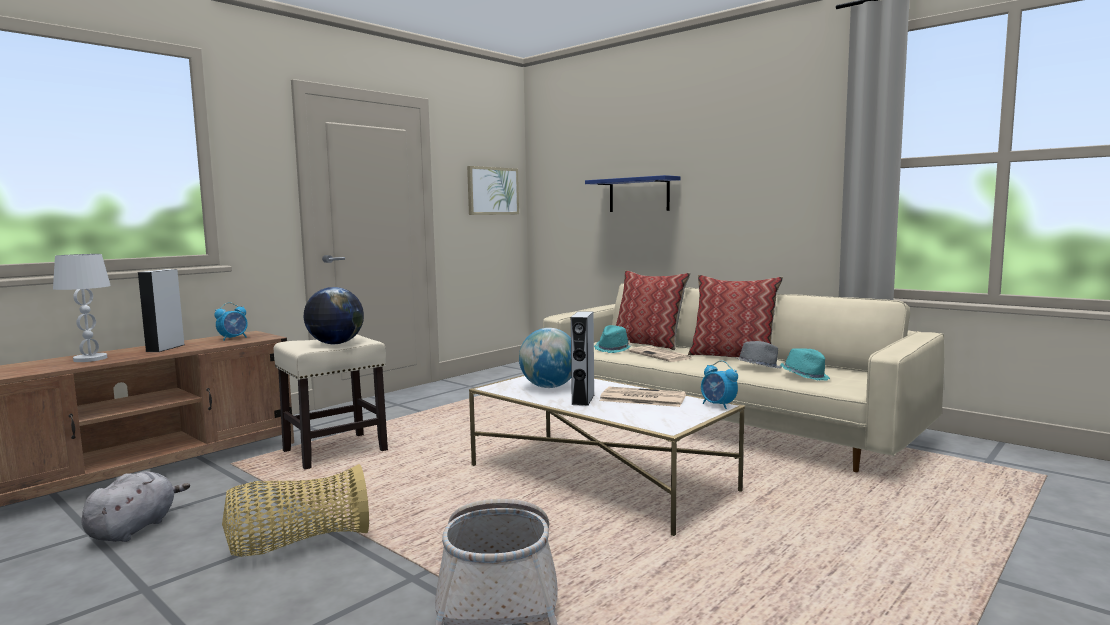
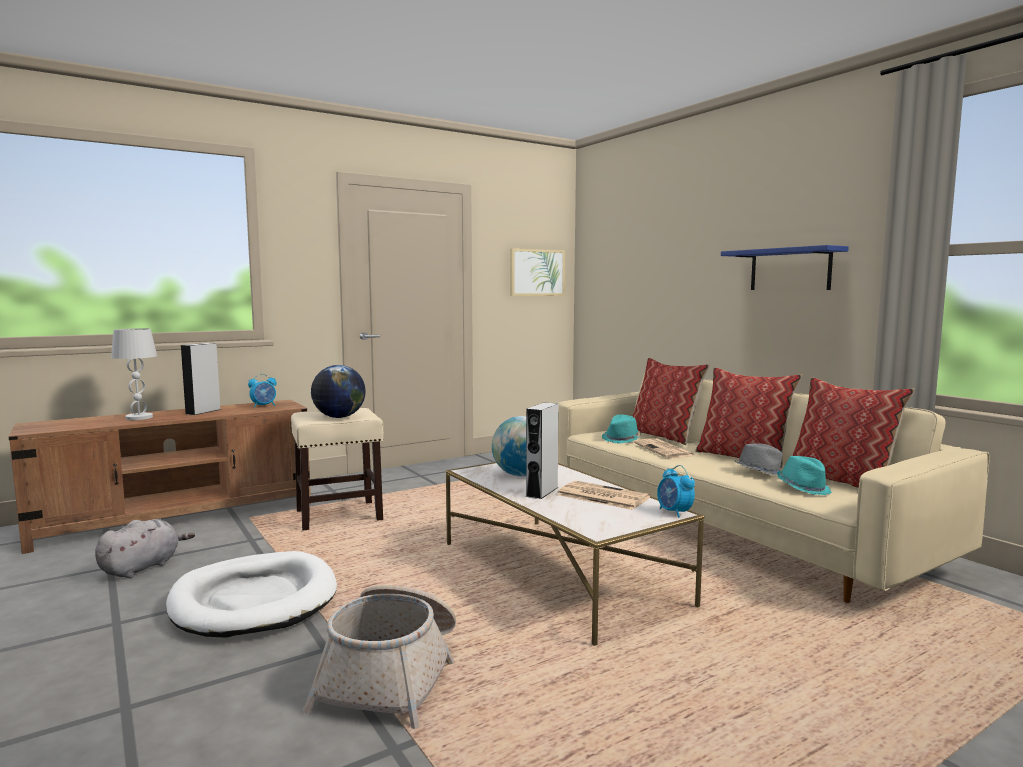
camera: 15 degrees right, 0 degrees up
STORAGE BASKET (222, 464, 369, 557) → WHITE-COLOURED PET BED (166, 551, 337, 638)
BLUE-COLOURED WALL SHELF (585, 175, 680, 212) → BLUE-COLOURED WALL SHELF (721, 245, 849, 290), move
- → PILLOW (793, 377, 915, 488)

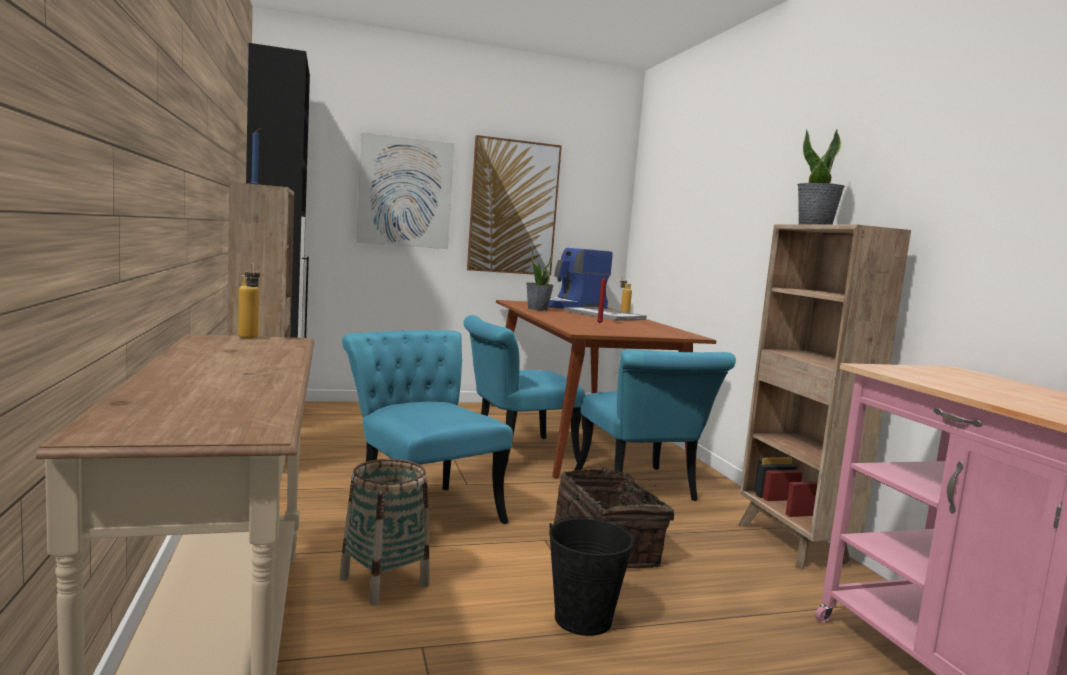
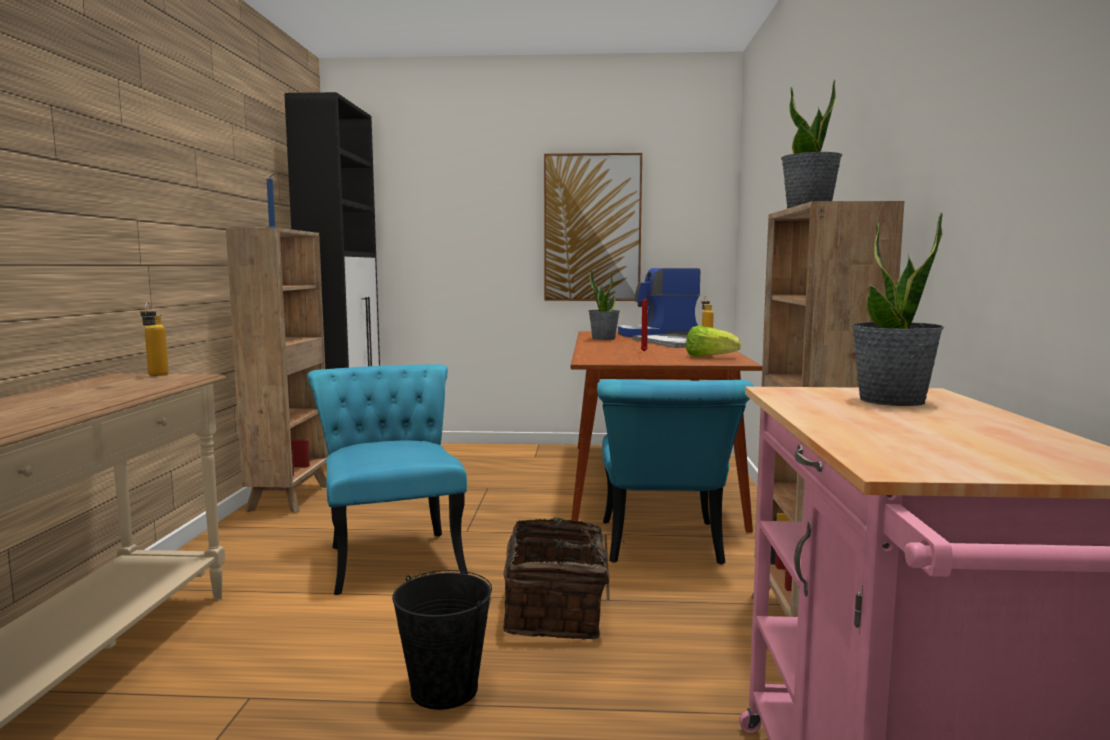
camera: 20 degrees right, 0 degrees up
STORAGE BASKET (339, 459, 429, 605) → -
PICTURE (356, 132, 454, 249) → -
TURQUOISE UPRIGHT CHAIR (463, 315, 585, 462) → -
- → LETTUCE HEAD (686, 326, 741, 357)
- → PLANT IN A POT (852, 212, 944, 406)

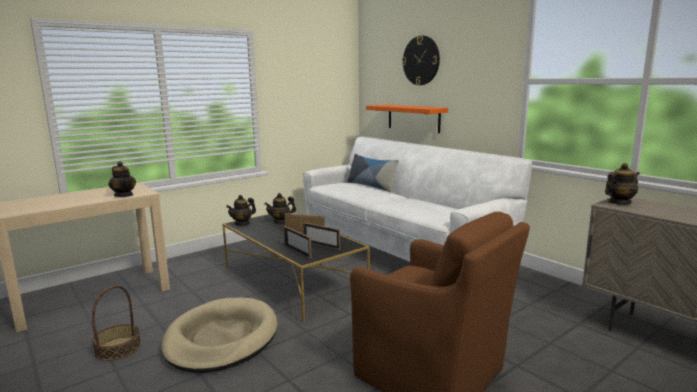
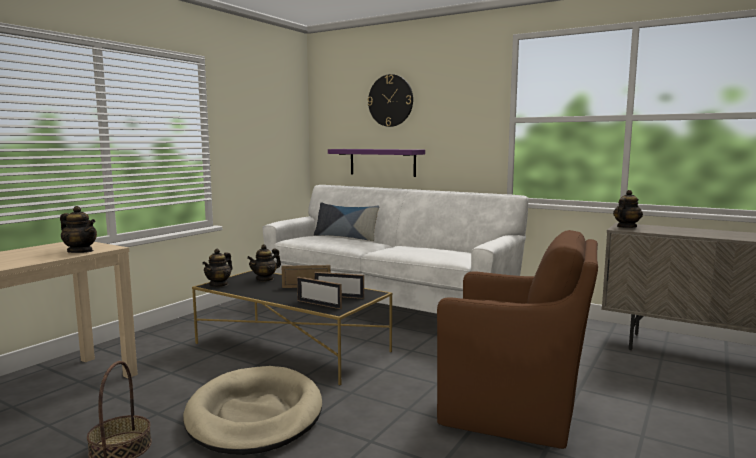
camera: 20 degrees left, 5 degrees down
ORANGE-COLOURED WALL SHELF (366, 105, 448, 133) → PURPLISH WALL SHELF (328, 149, 425, 177)

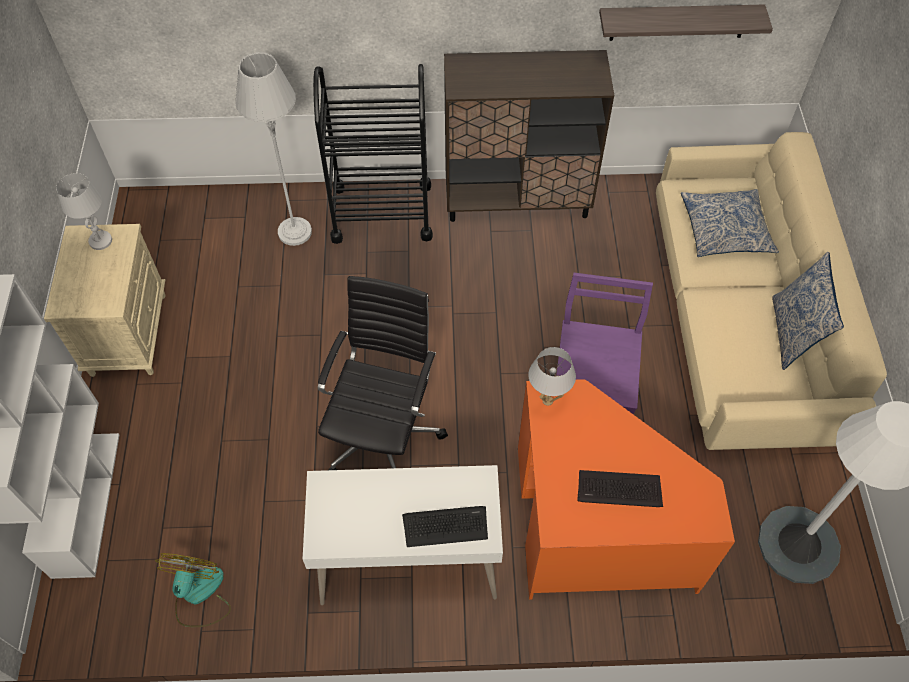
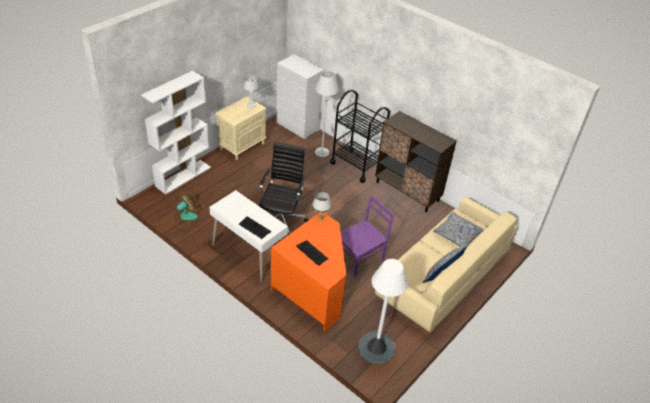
camera: 40 degrees right, 15 degrees down
BLACK OFFICE CHAIR (318, 276, 448, 470) → BLACK OFFICE CHAIR (259, 142, 309, 235), 45 degrees counterclockwise
WALL SHELF (599, 5, 773, 41) → -
- → WHITE-COLOURED DRESSER (276, 54, 324, 139)

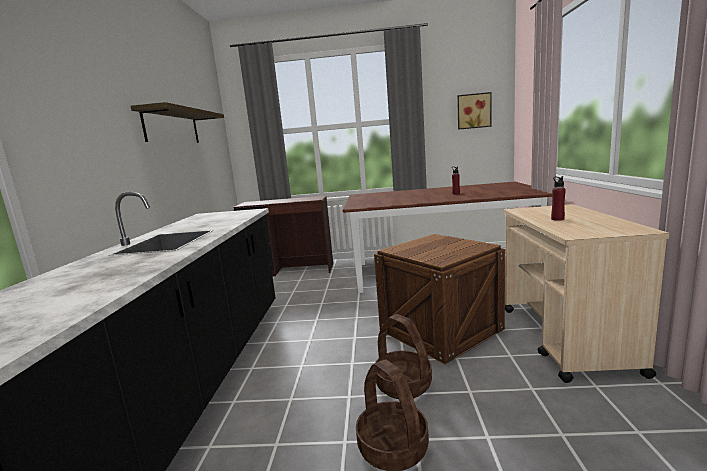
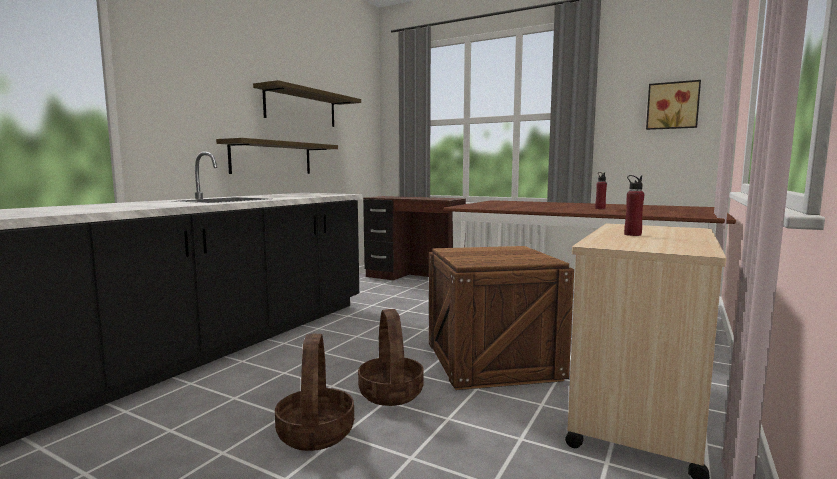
camera: 25 degrees right, 5 degrees down
- → WALL SHELF (216, 138, 338, 174)

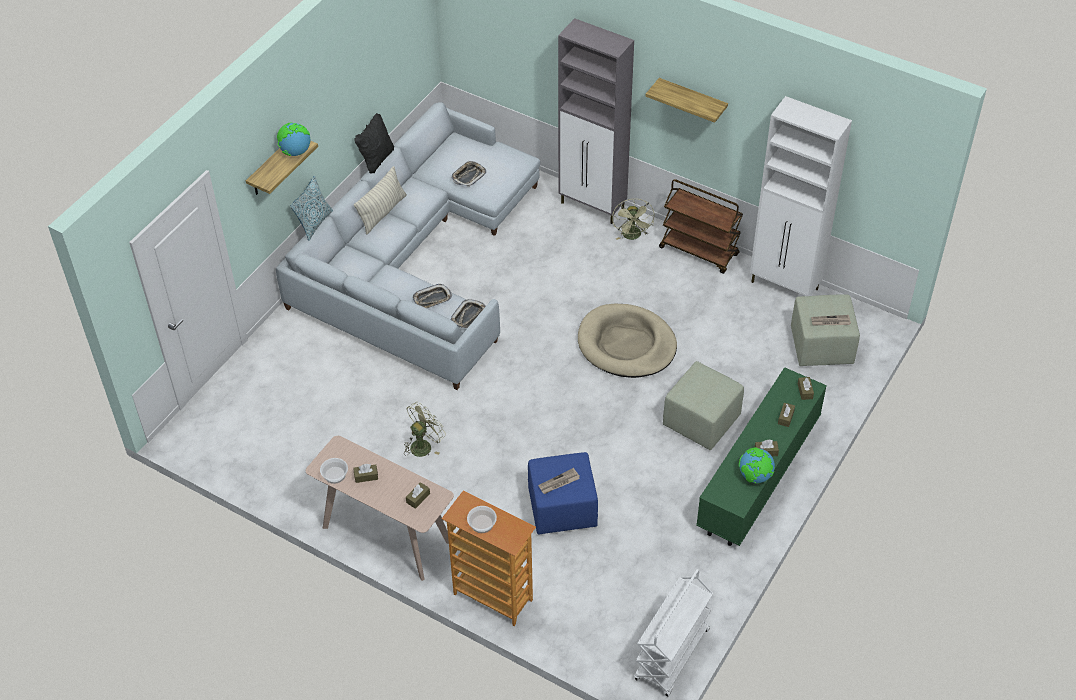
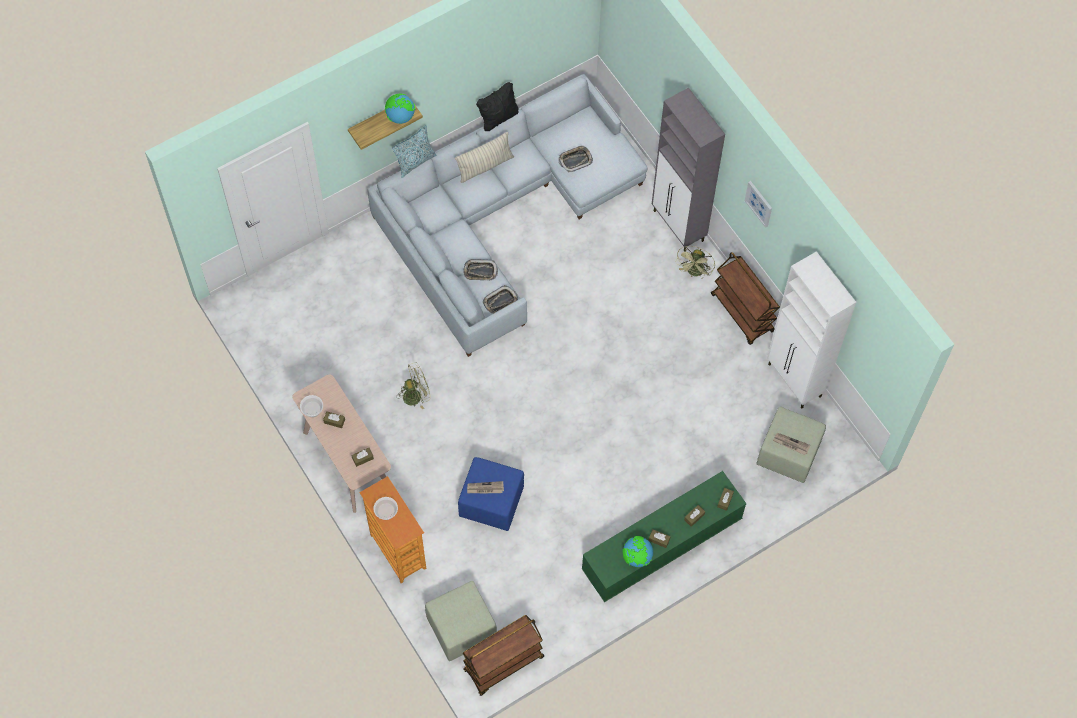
camera: 25 degrees right, 15 degrees up
BEIGE PET BED (578, 304, 677, 378) → -
WHITE-COLOURED WHEELED CART (634, 569, 713, 697) → BROWNISH WHEELED CART (463, 615, 545, 696)
WALL SHELF (646, 78, 728, 123) → PICTURE (745, 181, 772, 228)
GREENISH FOOTREST (663, 361, 744, 450) → GREENISH FOOTREST (425, 581, 497, 661), move

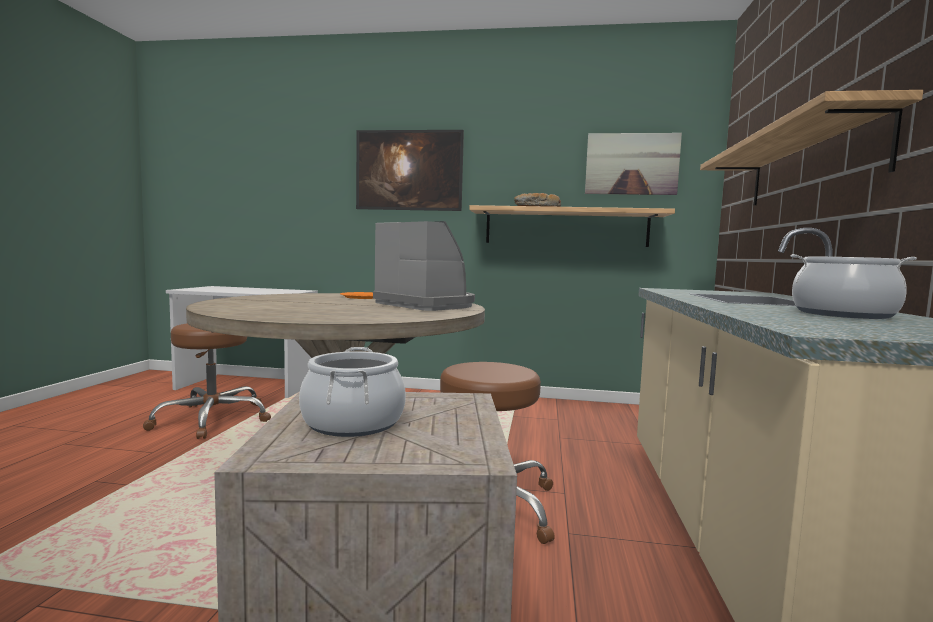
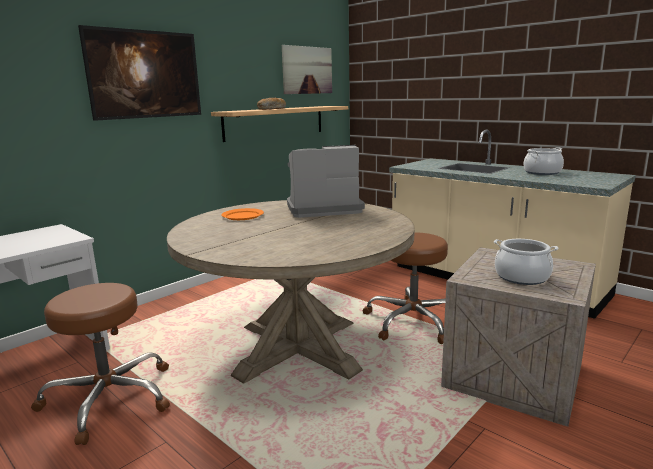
camera: 55 degrees left, 10 degrees up
WALL SHELF (700, 90, 923, 206) → -

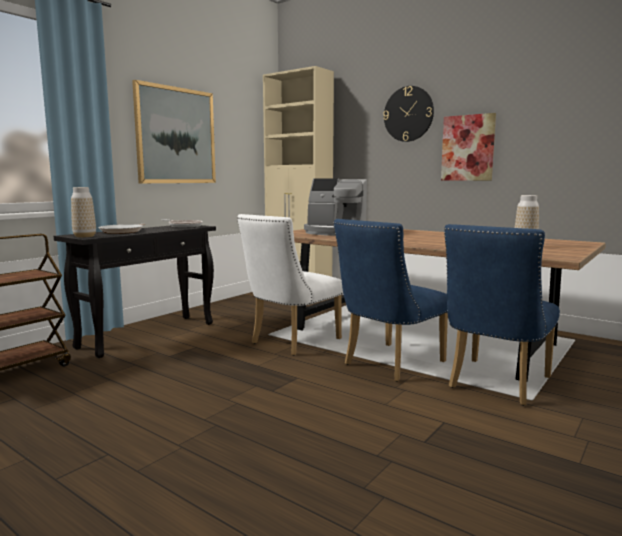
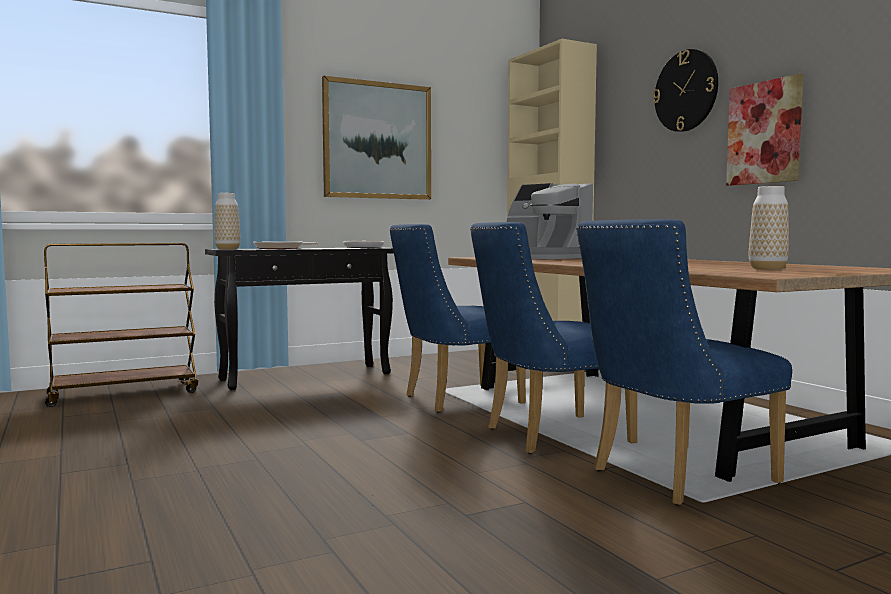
camera: 25 degrees right, 5 degrees down
WHITE-COLOURED UPRIGHT CHAIR (237, 214, 343, 356) → BLUE-COLOURED UPRIGHT CHAIR (390, 224, 526, 413)

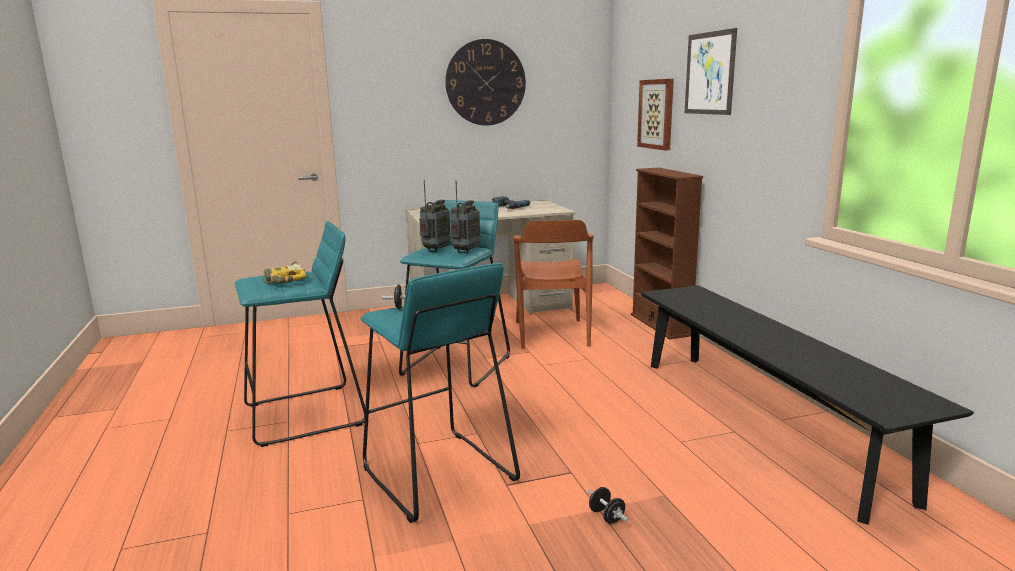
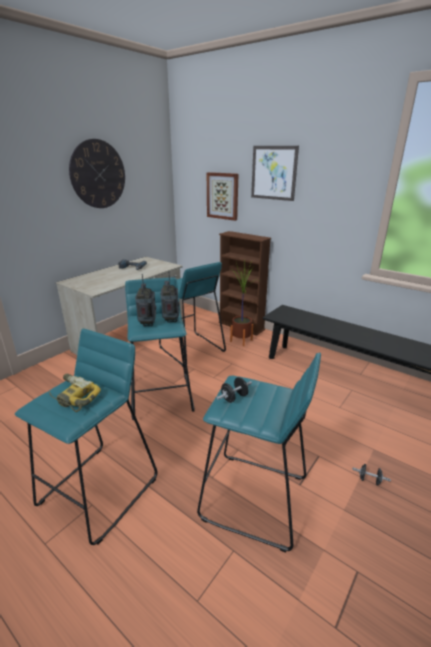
camera: 35 degrees left, 10 degrees up
BROWNISH UPRIGHT CHAIR (513, 220, 594, 349) → TURQUOISE SITTING STOOL (159, 262, 226, 367)
- → PLANT IN A POT (230, 262, 258, 346)

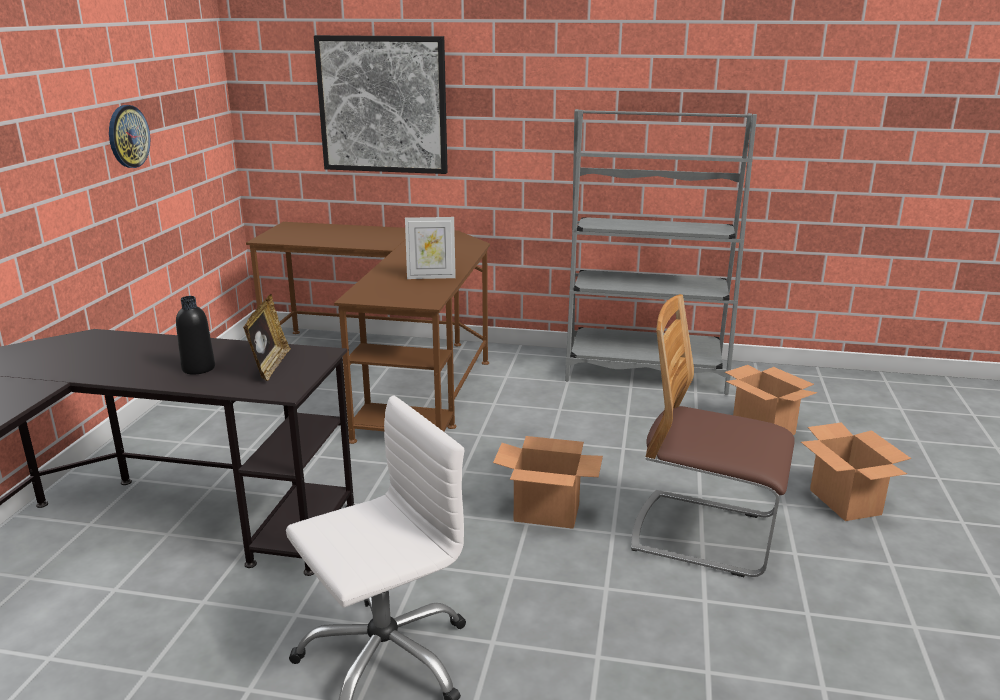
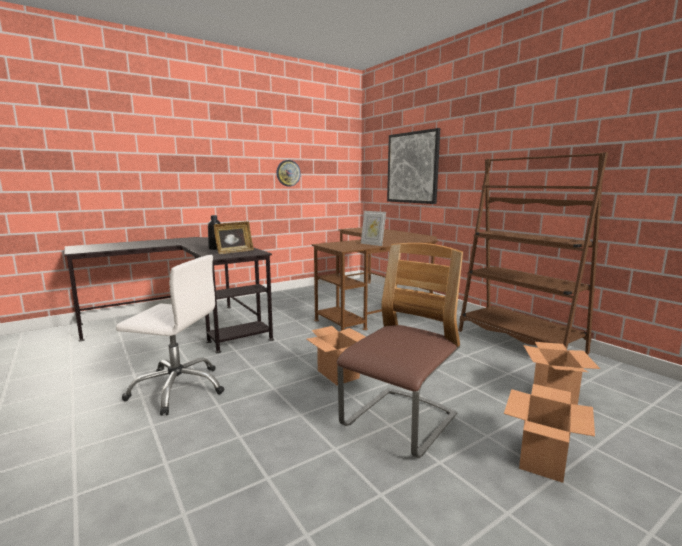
camera: 45 degrees right, 10 degrees down
GREYISH SHELVING UNIT (565, 109, 757, 395) → BROWNISH SHELVING UNIT (458, 152, 608, 354)
UPRIGHT CHAIR (631, 294, 795, 577) → UPRIGHT CHAIR (337, 243, 463, 458), 60 degrees clockwise

